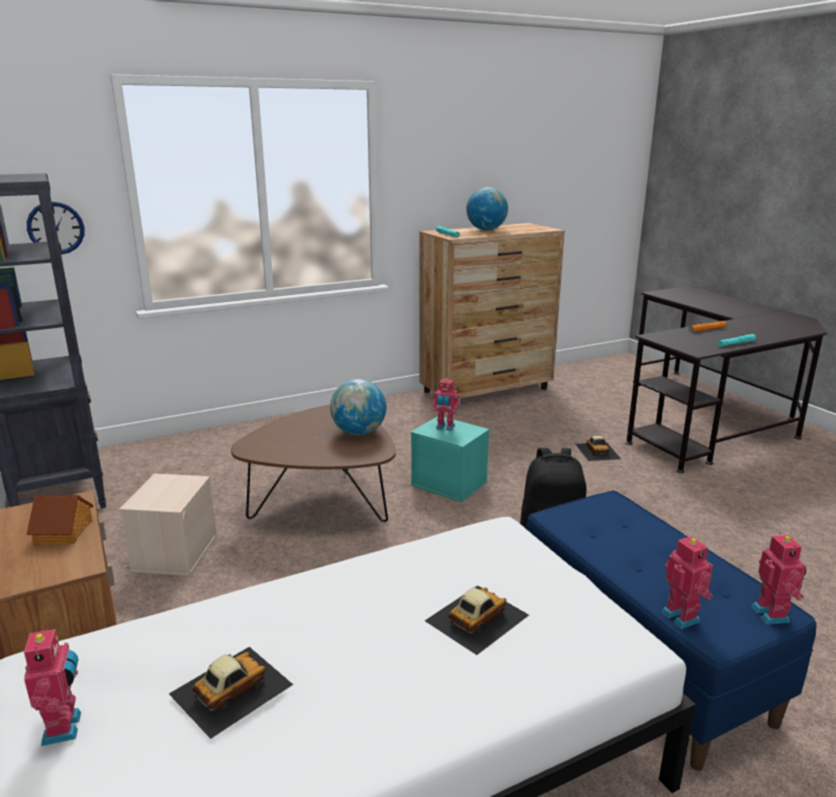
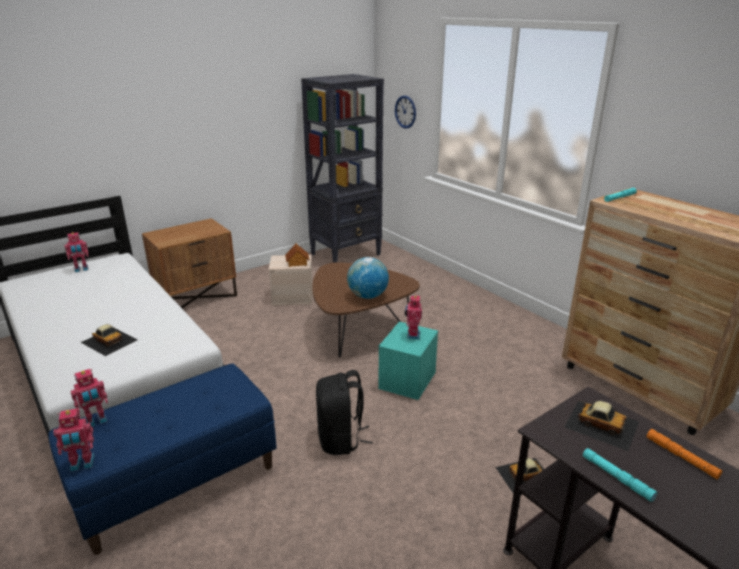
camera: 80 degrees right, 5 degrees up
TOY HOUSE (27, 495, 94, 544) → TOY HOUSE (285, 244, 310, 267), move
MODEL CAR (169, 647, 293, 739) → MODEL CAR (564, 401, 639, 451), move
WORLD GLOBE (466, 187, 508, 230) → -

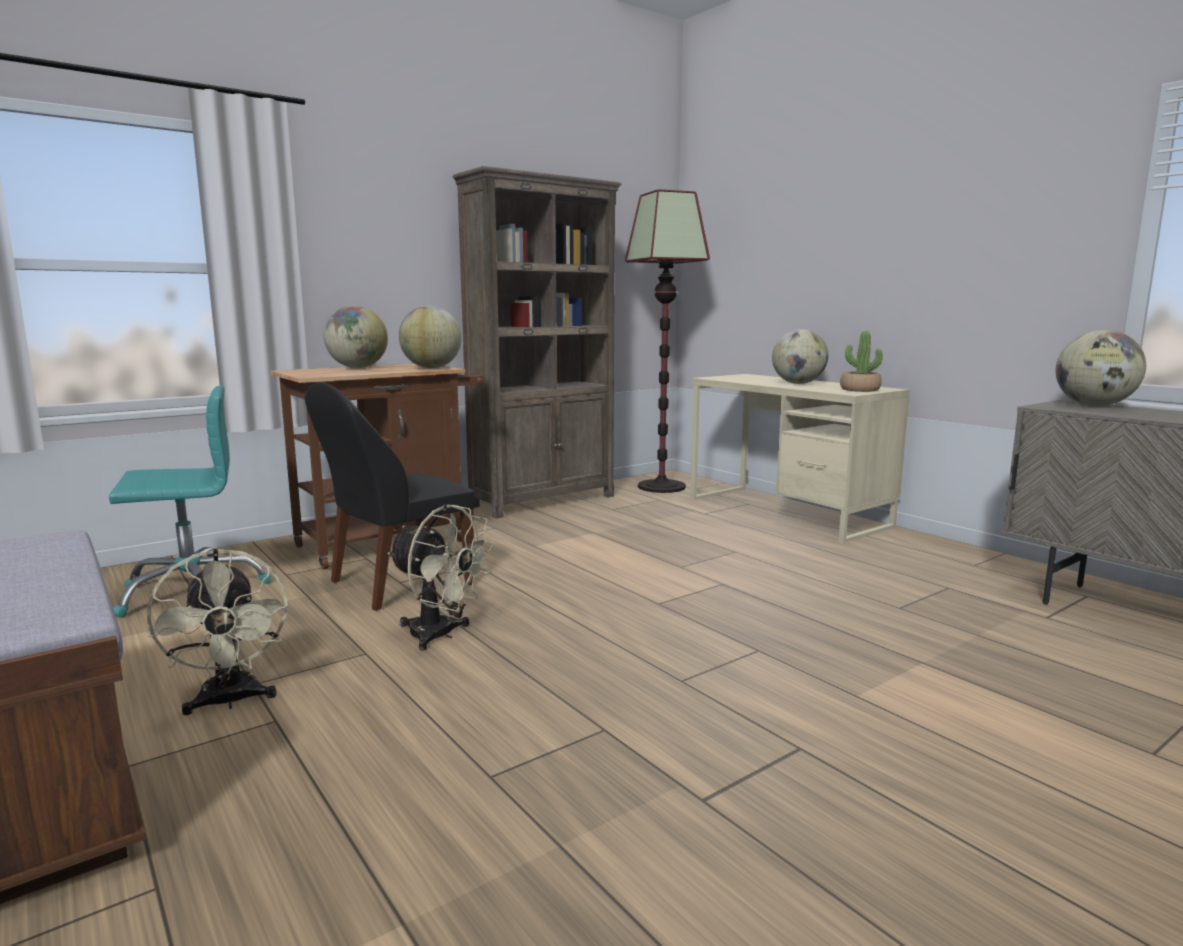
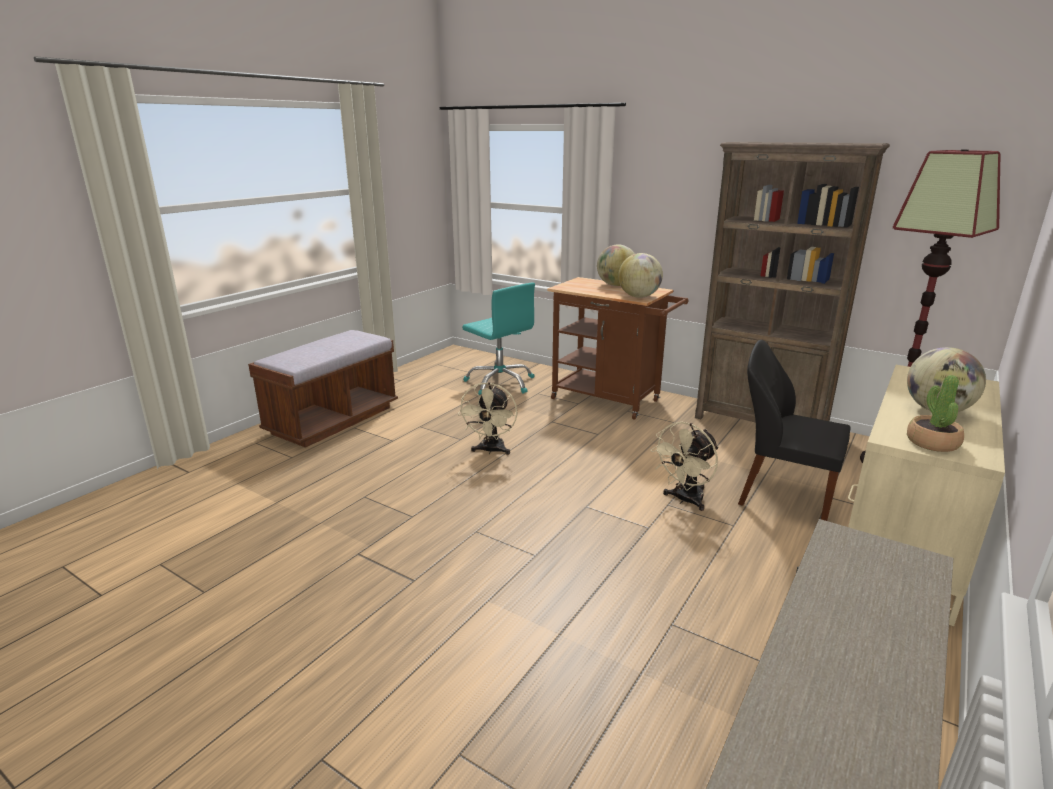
camera: 70 degrees right, 10 degrees up
BEIGE COOLING FAN (147, 549, 288, 715) → BEIGE COOLING FAN (650, 422, 718, 511), move
BLACK UPRIGHT CHAIR (305, 382, 474, 611) → BLACK UPRIGHT CHAIR (738, 340, 851, 521), move
WORLD GLOBE (1056, 330, 1146, 406) → -

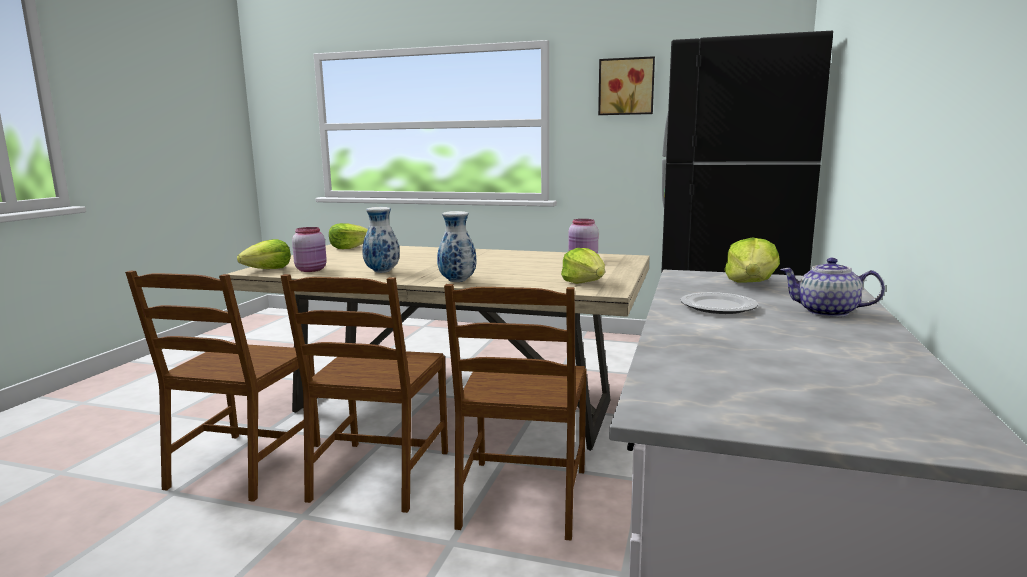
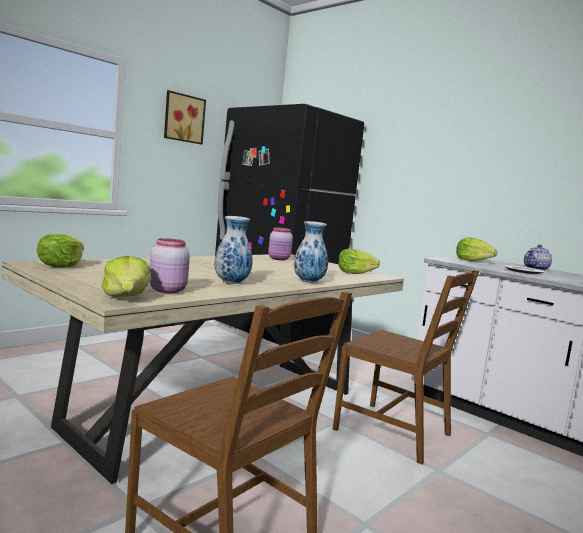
camera: 65 degrees left, 5 degrees down
BROWNISH UPRIGHT CHAIR (281, 274, 448, 513) → -

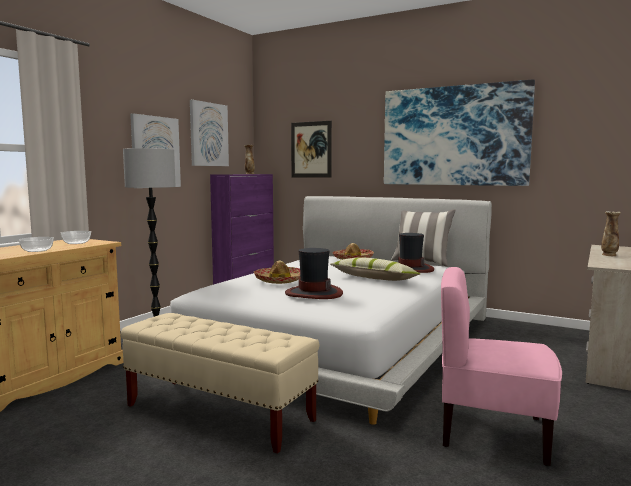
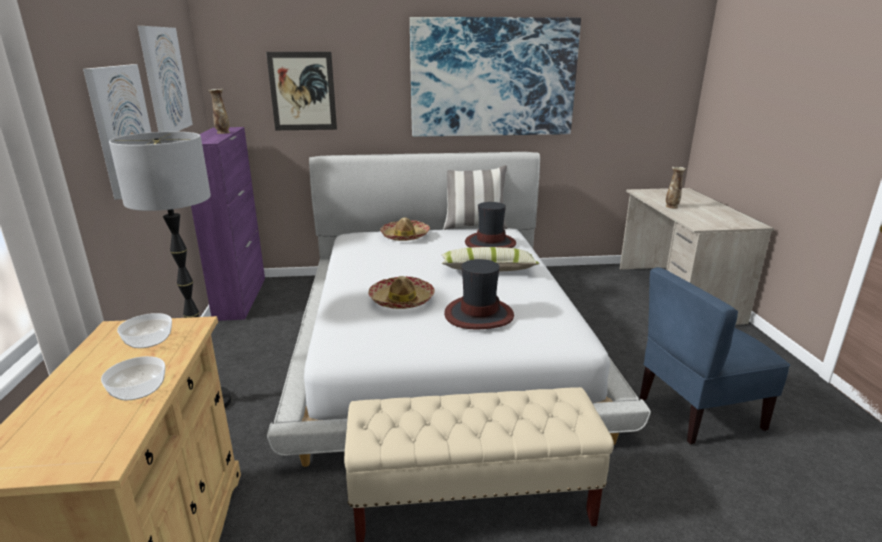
camera: 35 degrees left, 15 degrees up
PINKISH UPRIGHT CHAIR (441, 267, 562, 466) → BLUE-COLOURED UPRIGHT CHAIR (640, 267, 790, 445)

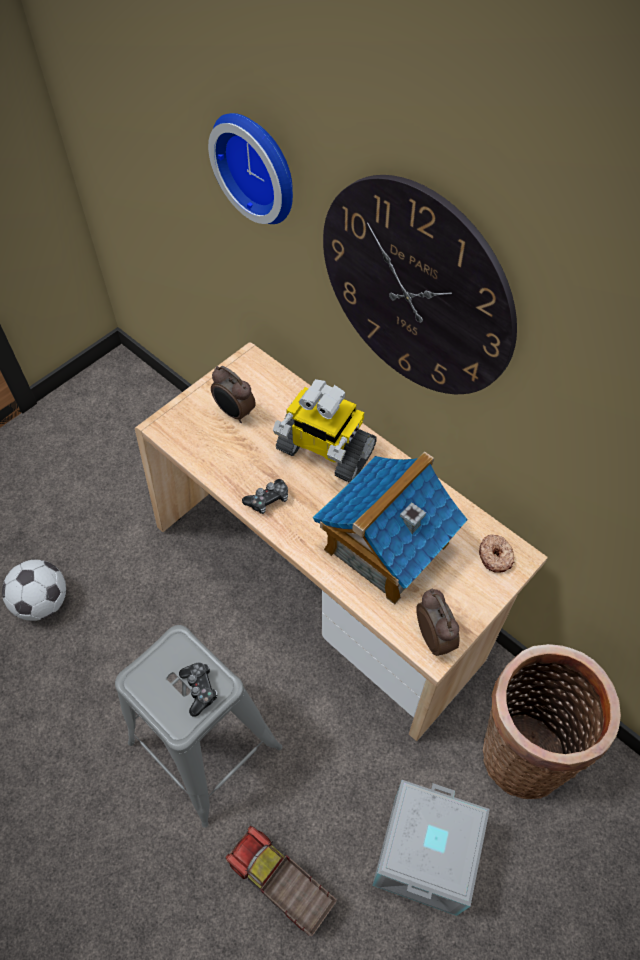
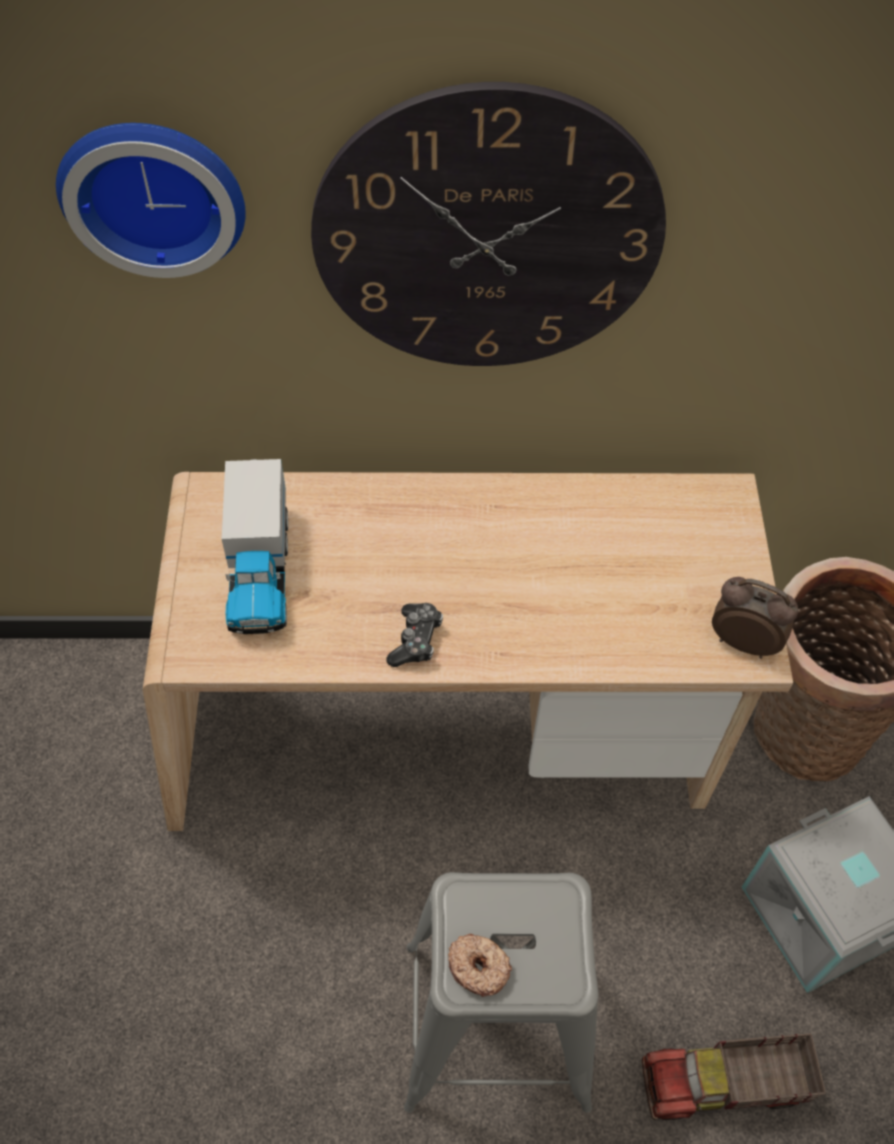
camera: 45 degrees left, 0 degrees up
FOOTBALL BALL (2, 560, 66, 621) → -
GAMEPAD (179, 663, 217, 717) → -
ALARM CLOCK (211, 366, 256, 423) → TOY TRUCK (222, 459, 288, 634)
TOY ROBOT (273, 379, 377, 482) → -
TOY HOUSE (313, 451, 468, 605) → -
RING DOUGHNUT (479, 534, 515, 573) → RING DOUGHNUT (448, 934, 512, 997), move

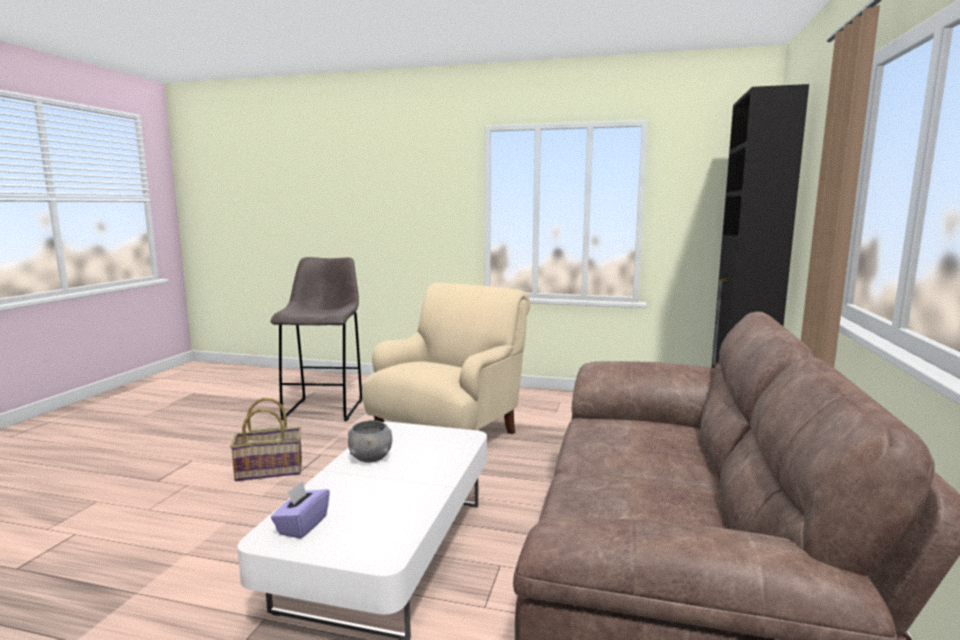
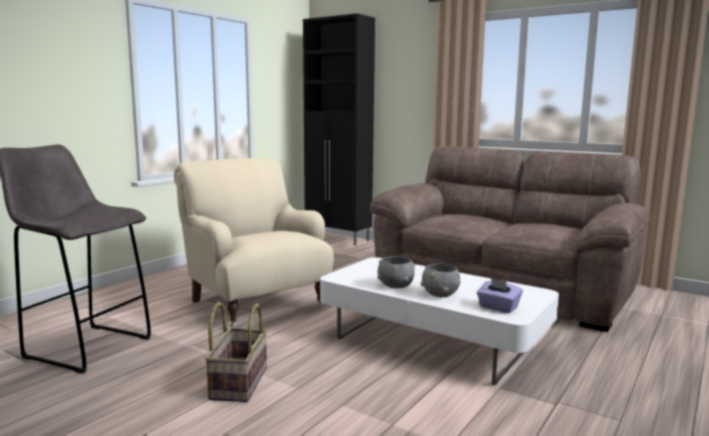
camera: 70 degrees left, 0 degrees up
- → GREYISH DEEP DISH (421, 263, 461, 297)

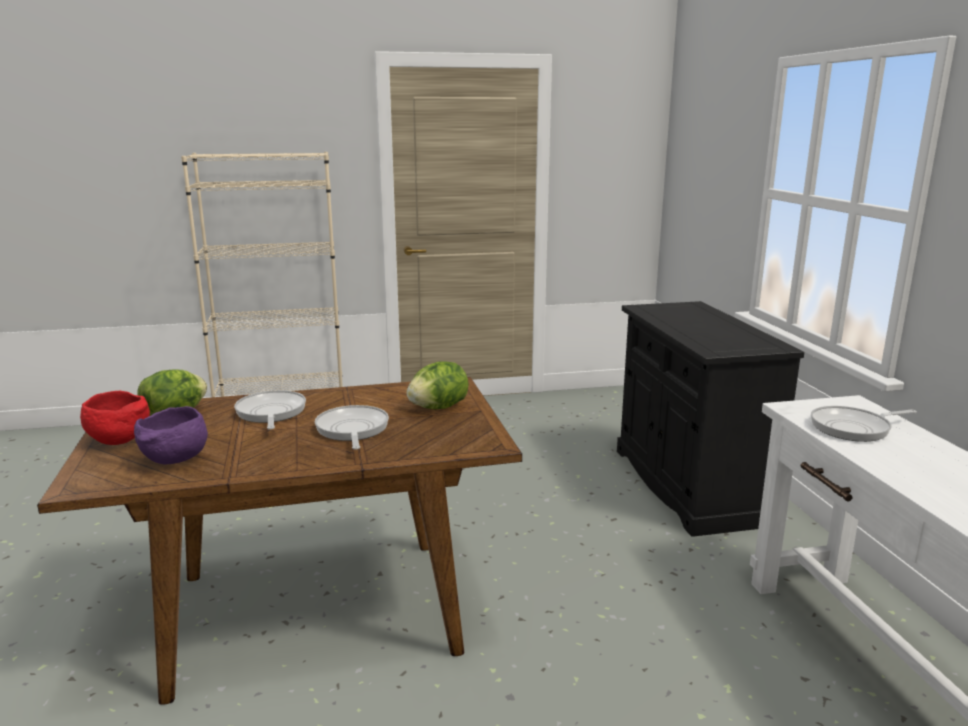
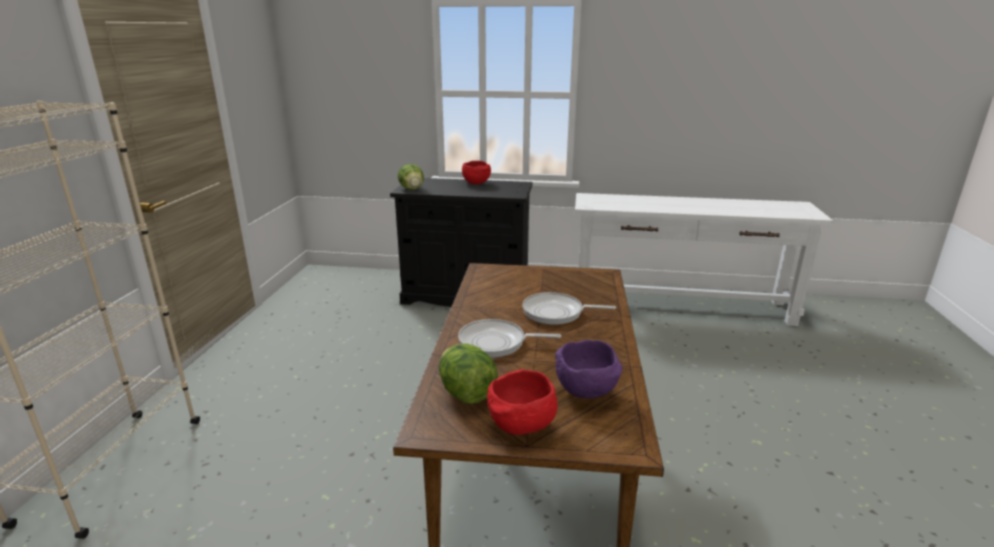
camera: 70 degrees left, 5 degrees up
LETTUCE HEAD (406, 361, 469, 409) → LETTUCE HEAD (398, 164, 424, 190), move
PAN (811, 406, 917, 442) → -
- → RED DEEP DISH (462, 161, 491, 184)

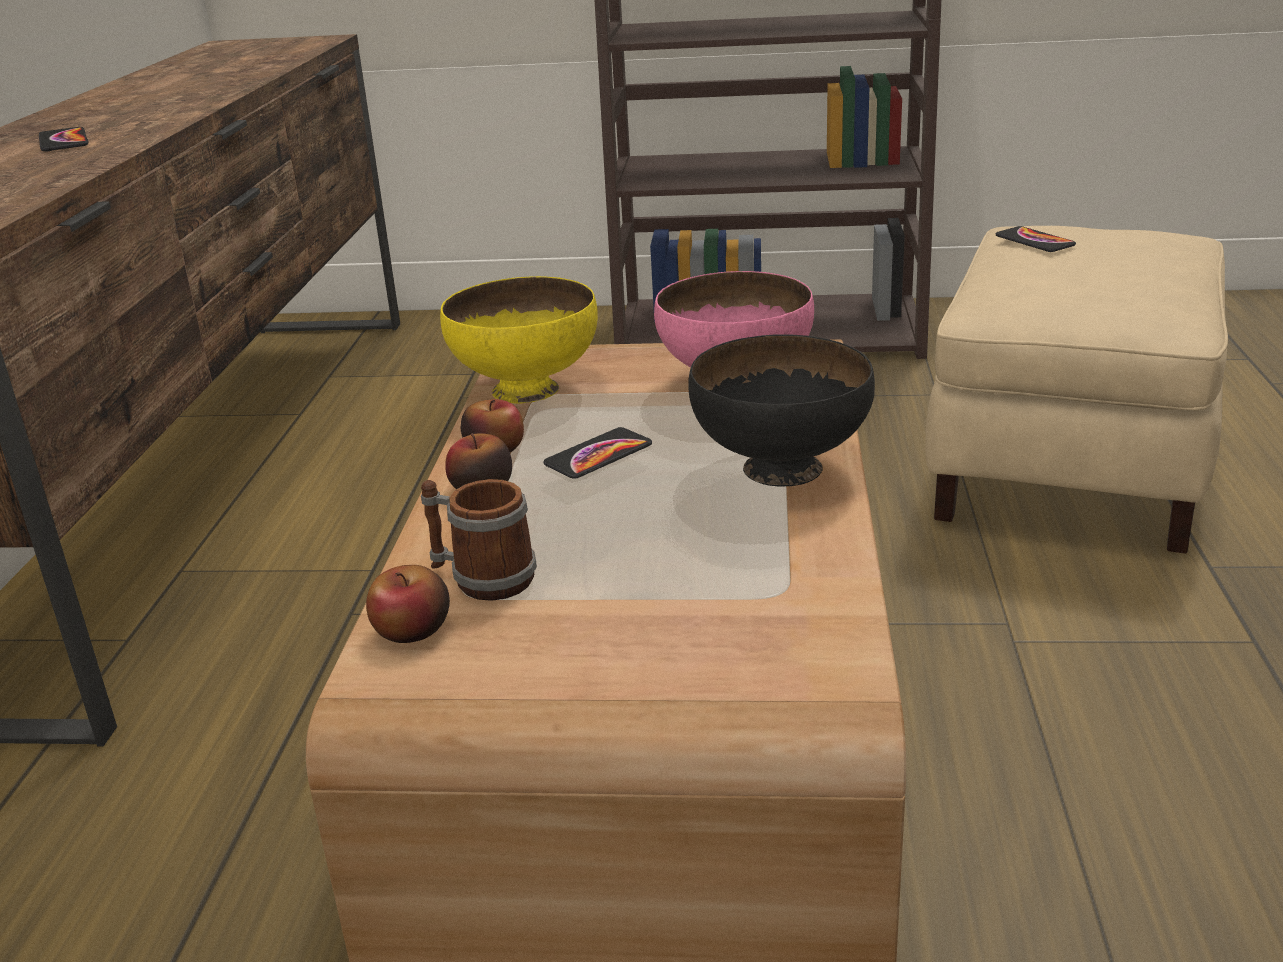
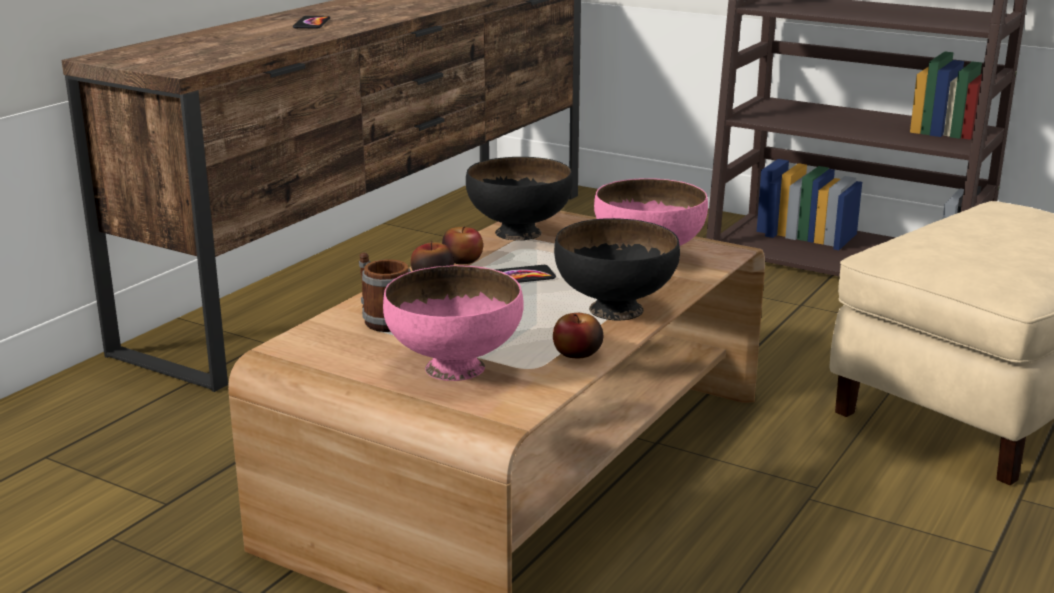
camera: 25 degrees right, 5 degrees down
WHOLE APPLE (366, 565, 450, 643) → WHOLE APPLE (553, 313, 603, 358), move
YELLOWISH DEEP DISH (440, 276, 598, 403) → BLACK DEEP DISH (466, 157, 573, 240)
TELEPHONE (996, 226, 1076, 252) → -
- → PINKISH DEEP DISH (383, 265, 524, 381)

